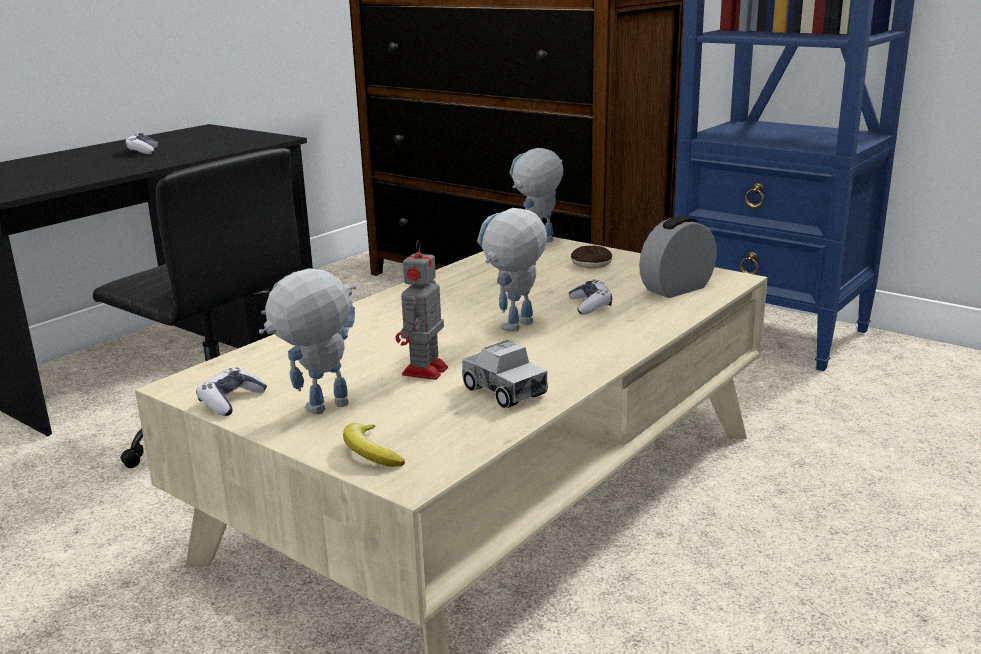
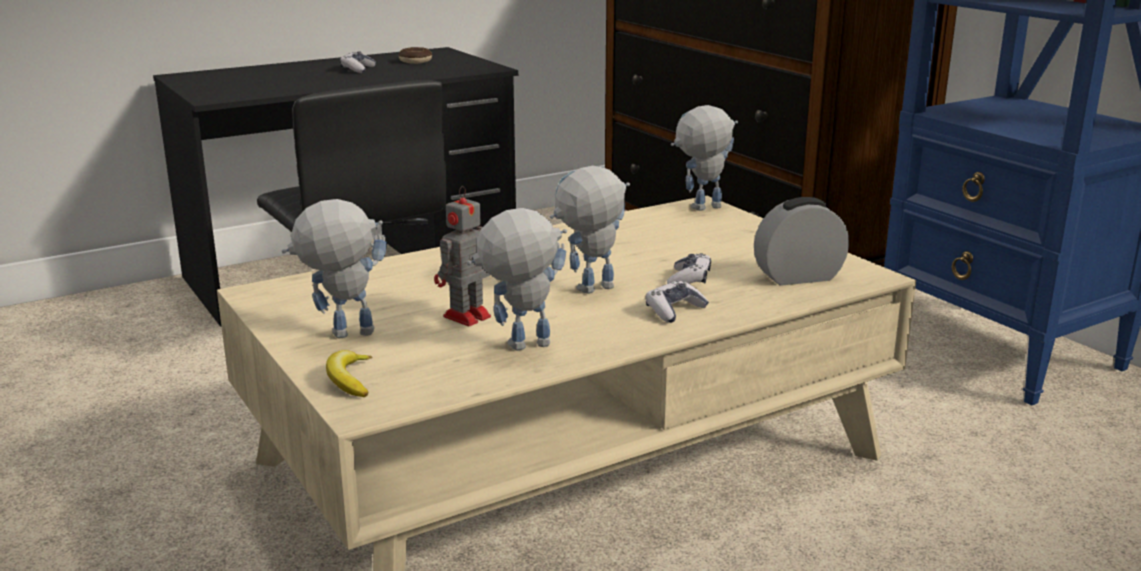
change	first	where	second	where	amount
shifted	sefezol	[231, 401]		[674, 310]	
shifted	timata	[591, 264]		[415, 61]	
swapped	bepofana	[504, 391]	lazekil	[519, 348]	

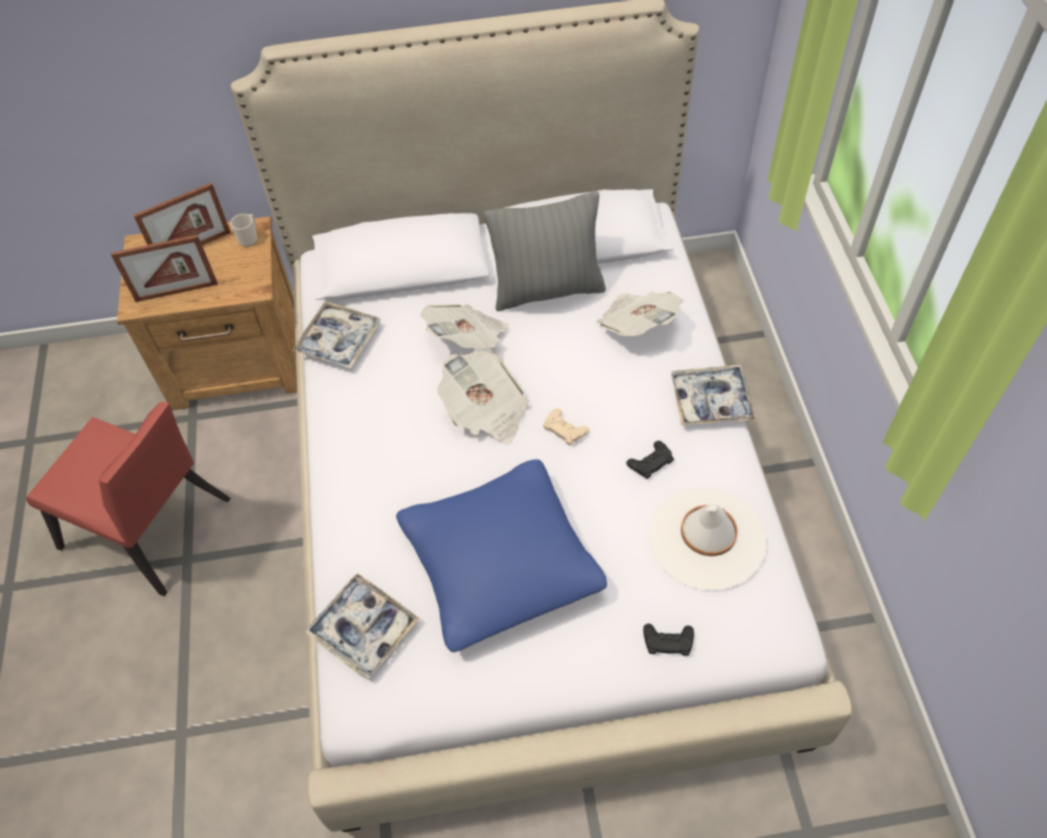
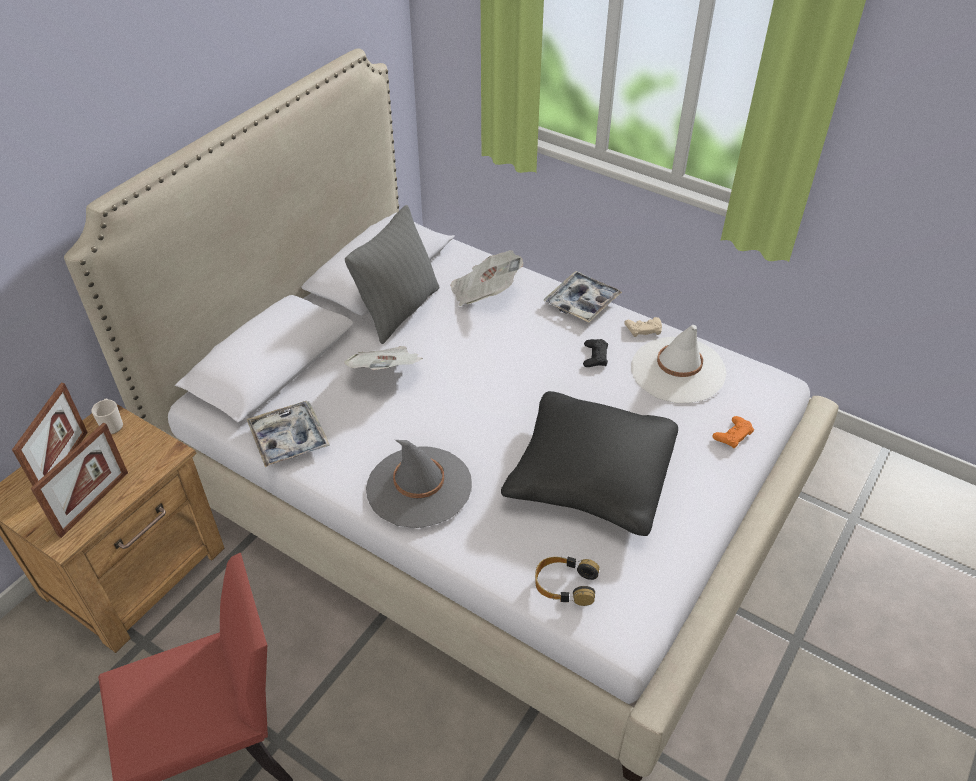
change	first	where	second	where	amount
gone	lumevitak	[486, 411]			
new			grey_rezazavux	[419, 487]	
shifted	beige_sefezol	[565, 429]		[643, 329]	
swapped	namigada	[363, 629]	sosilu	[565, 584]	
repainted	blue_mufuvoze	[500, 563]	black_mufuvoze	[590, 476]	
repainted	black_sefezol	[668, 641]	orange_sefezol	[733, 435]	

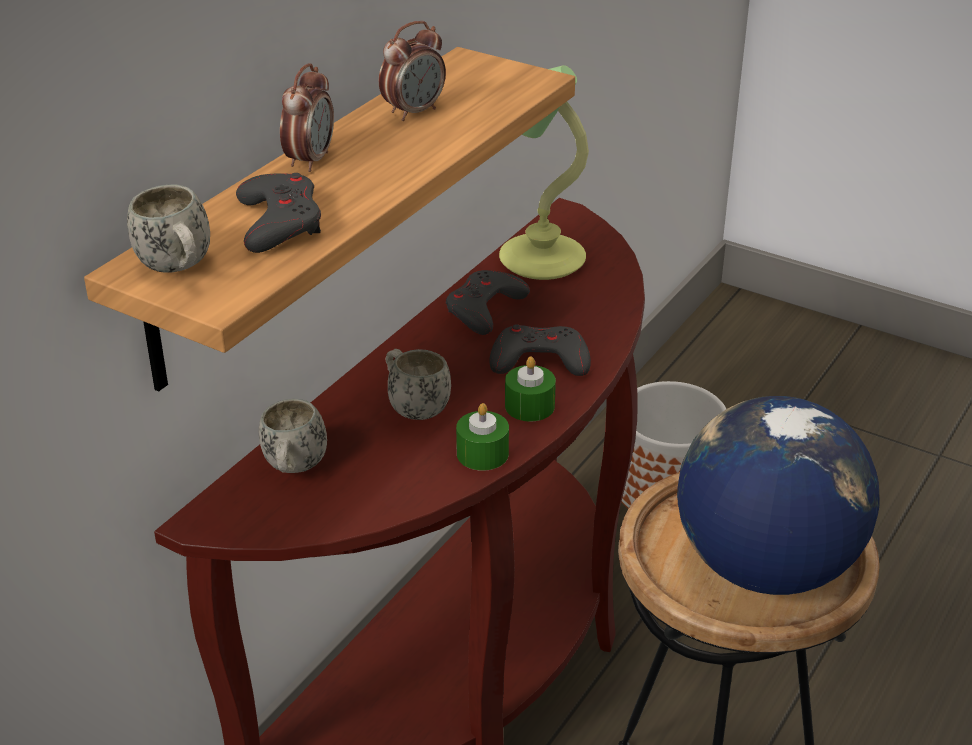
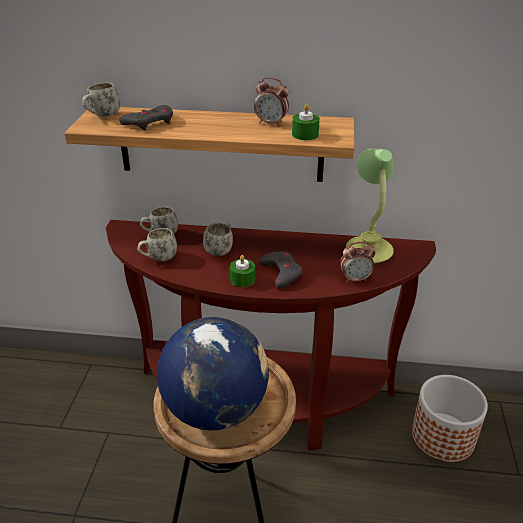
change	first	where	second	where	amount
gone	grey_sefezol	[484, 309]			
new			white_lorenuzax	[158, 259]	
shifted	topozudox	[310, 160]		[355, 279]	
shifted	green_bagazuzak	[482, 454]		[305, 134]	

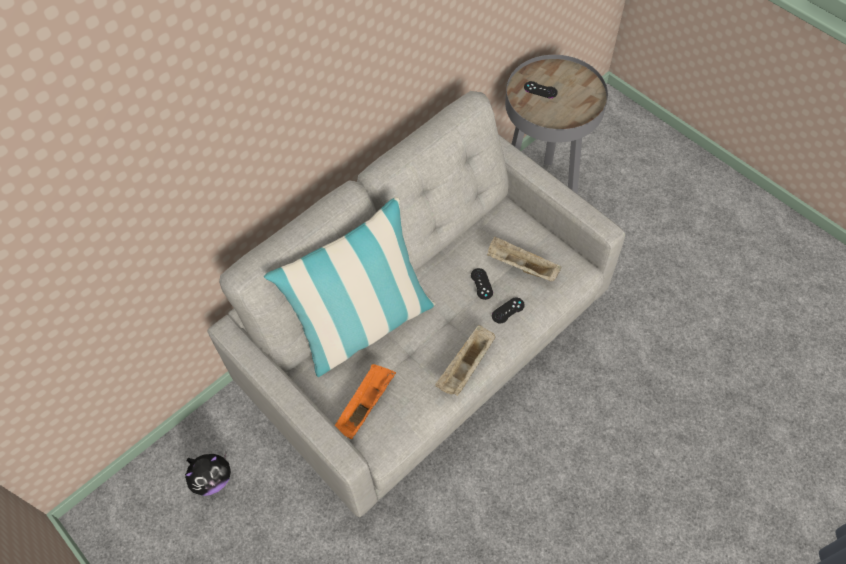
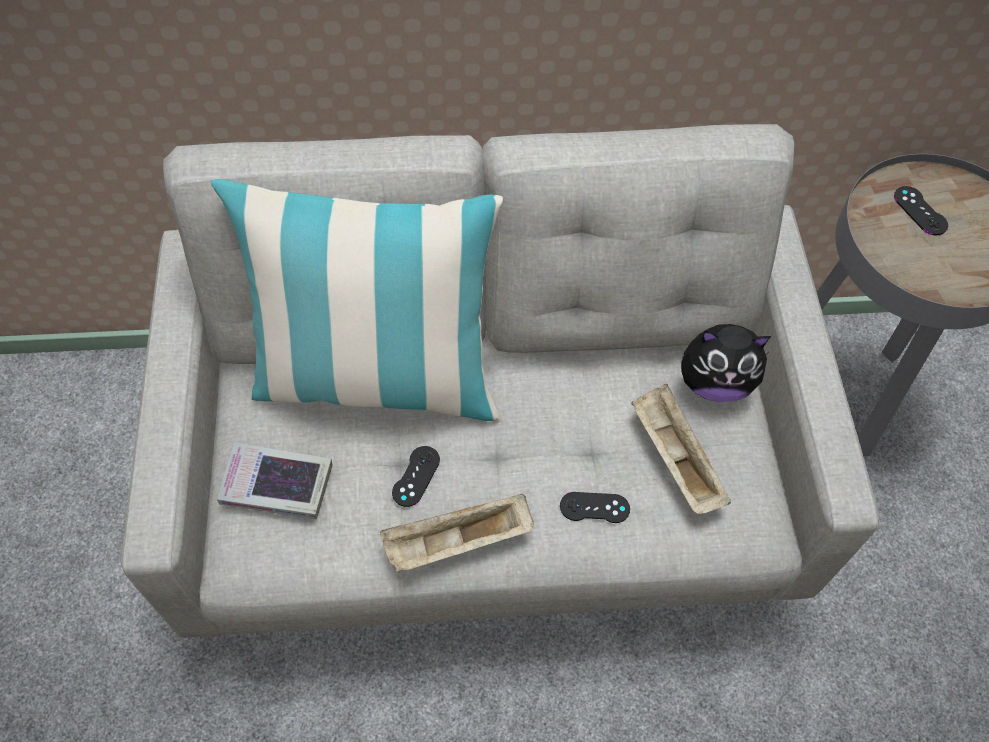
change	first	where	second	where	amount
shifted	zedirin	[212, 479]		[714, 382]	
shifted	black_sefezol	[481, 284]		[416, 476]	
swapped	orange_namigada	[366, 404]	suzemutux	[276, 485]	

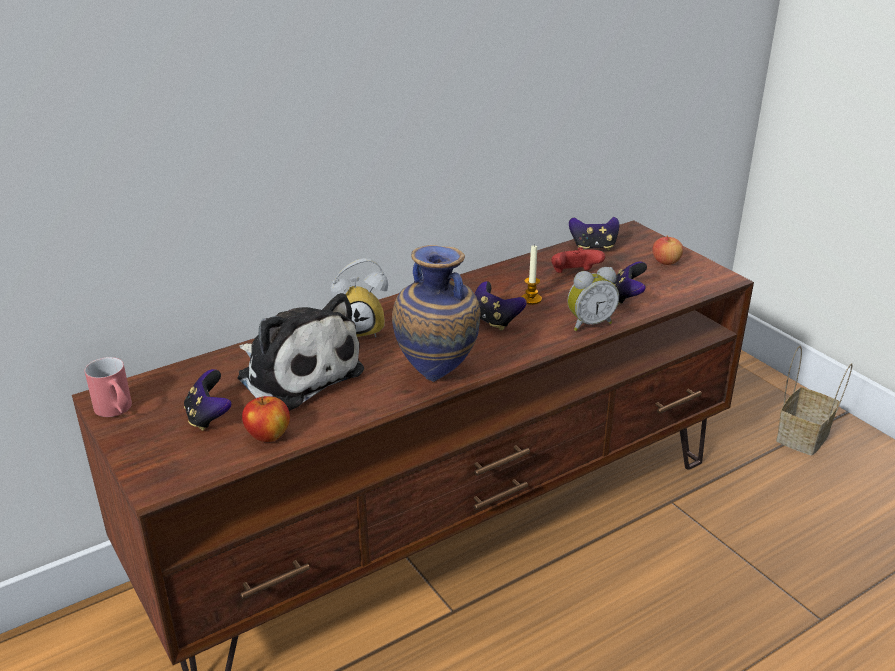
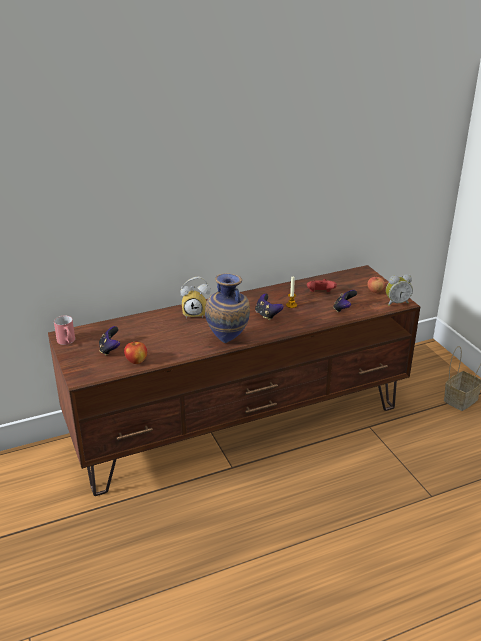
change	first	where	second	where	amount
gone	zedirin	[297, 373]			
gone	sefezol	[593, 247]			
shifted	topozudox	[589, 323]		[396, 303]	

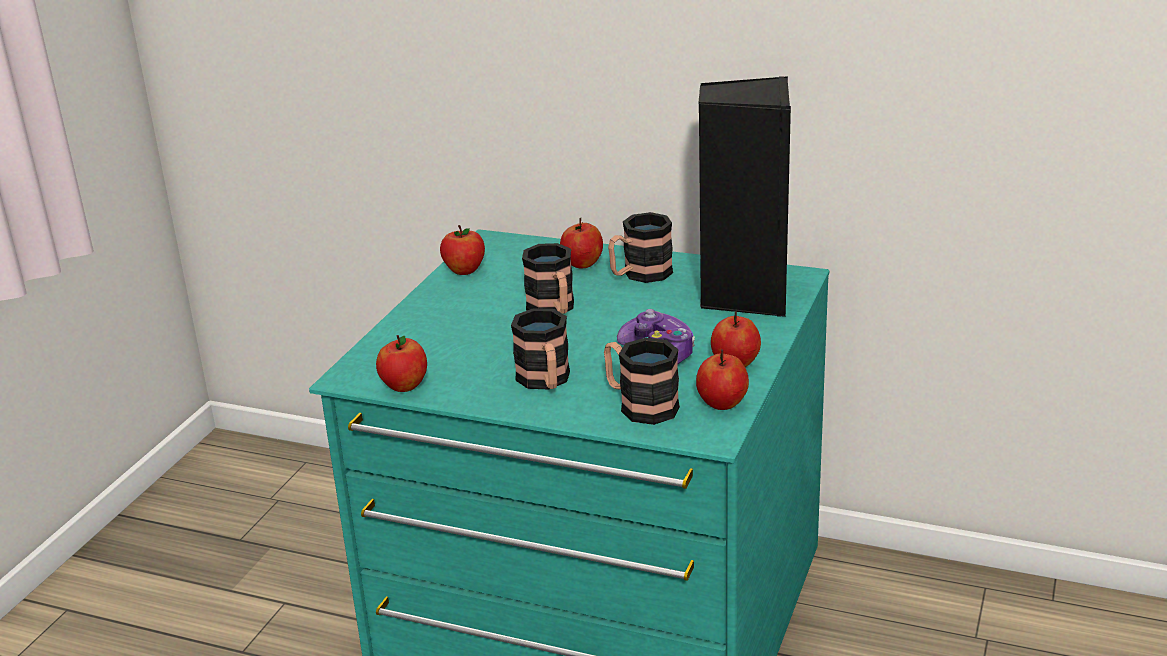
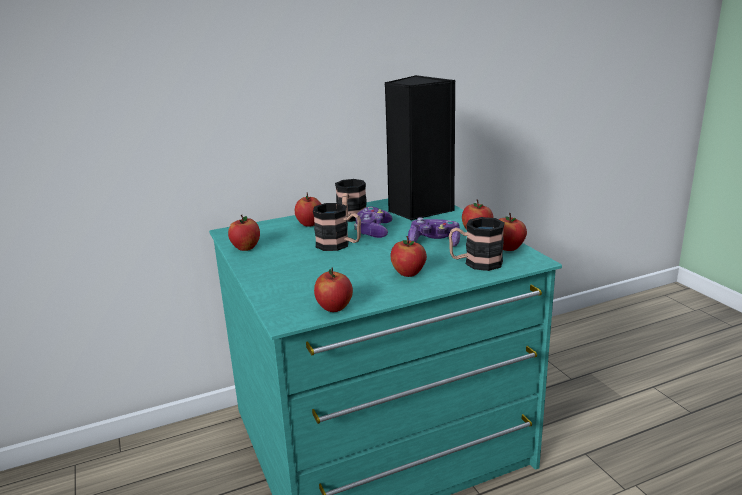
change	first	where	second	where	amount
new			sefezol	[373, 231]	
swapped	lorenuzax	[545, 382]	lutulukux	[408, 273]	

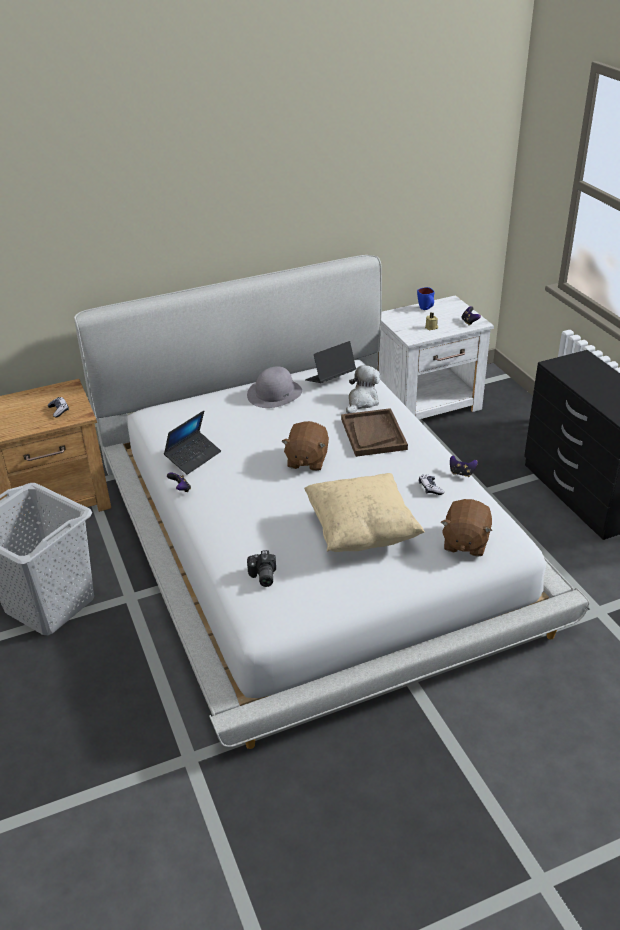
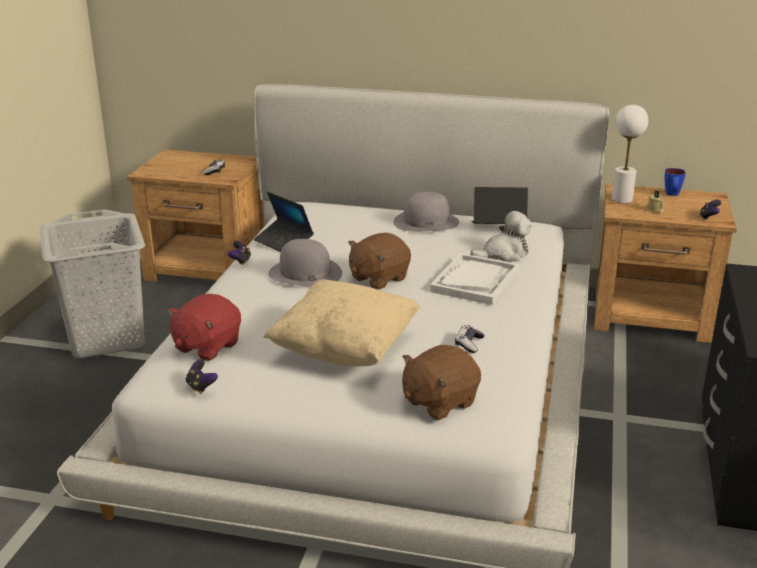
change	first	where	second	where	amount
new			grey_rezazavux	[305, 273]	
new			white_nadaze	[621, 199]	
shifted	sefezol	[461, 473]		[201, 387]	
swapped	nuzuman	[262, 576]	red_zedirin	[206, 346]	
repainted	brown_namigada	[373, 434]	white_namigada	[475, 281]	
repainted	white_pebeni	[428, 403]	brown_pebeni	[652, 316]	
rotated	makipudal	[193, 457]		[284, 242]	60 degrees clockwise

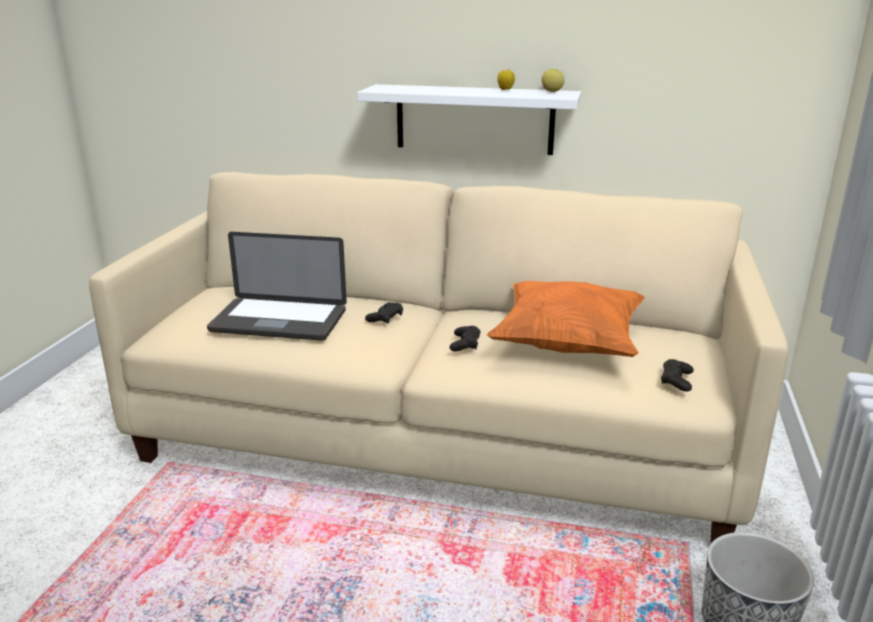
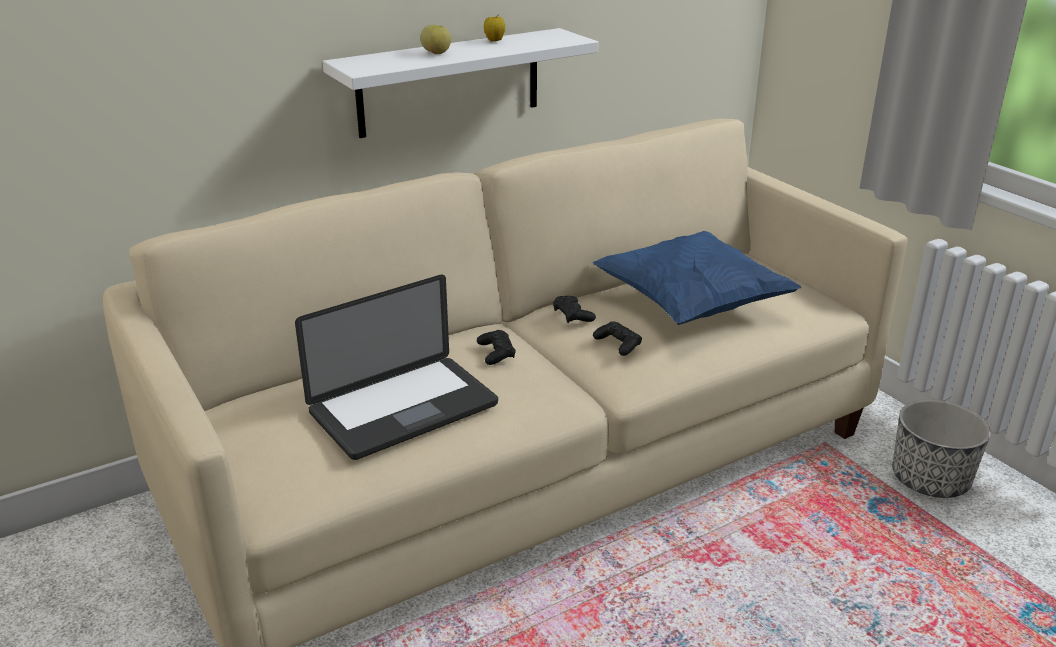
change	first	where	second	where	amount
shifted	lutulukux	[552, 91]		[436, 53]	
shifted	black_sefezol	[676, 380]		[573, 315]	
repainted	orange_mufuvoze	[567, 345]	blue_mufuvoze	[691, 305]	

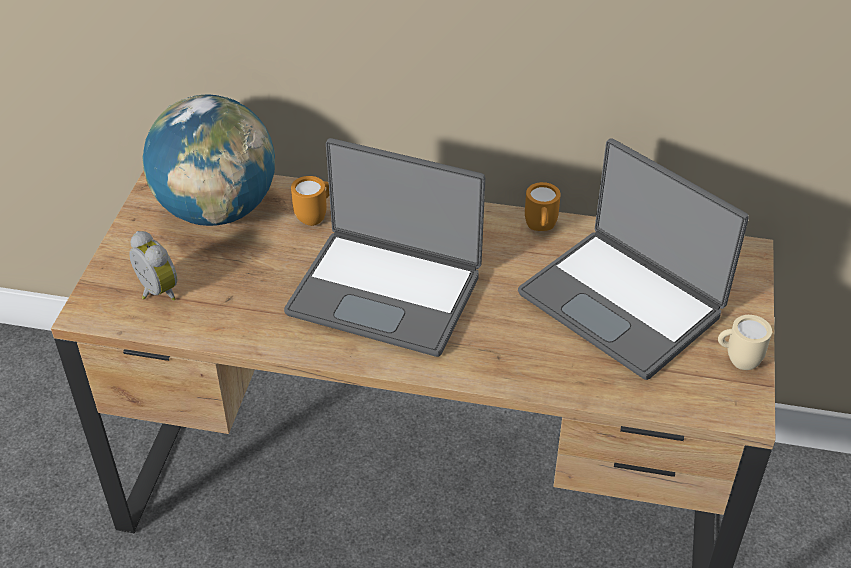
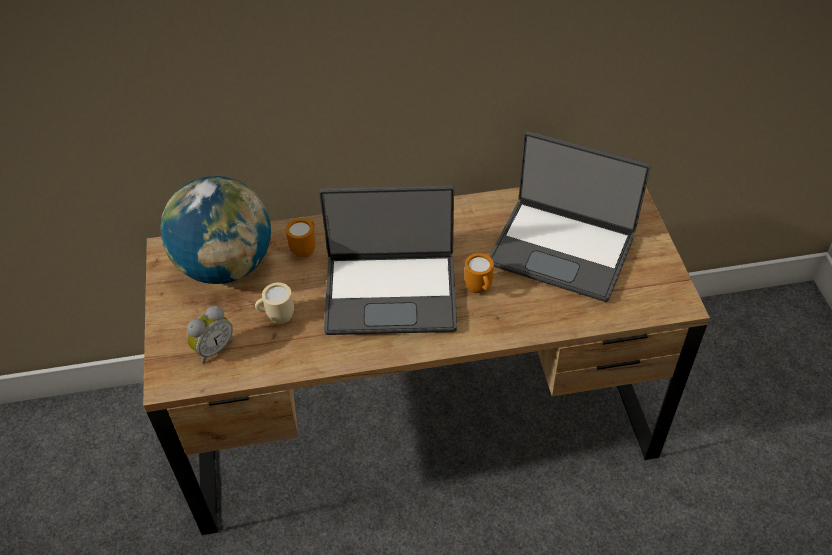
change	first	where	second	where	amount
shifted	orange_lorenuzax	[540, 229]		[479, 290]	
shifted	beige_lorenuzax	[737, 360]		[277, 317]	
rotated	topozudox	[155, 292]		[213, 348]	105 degrees clockwise

